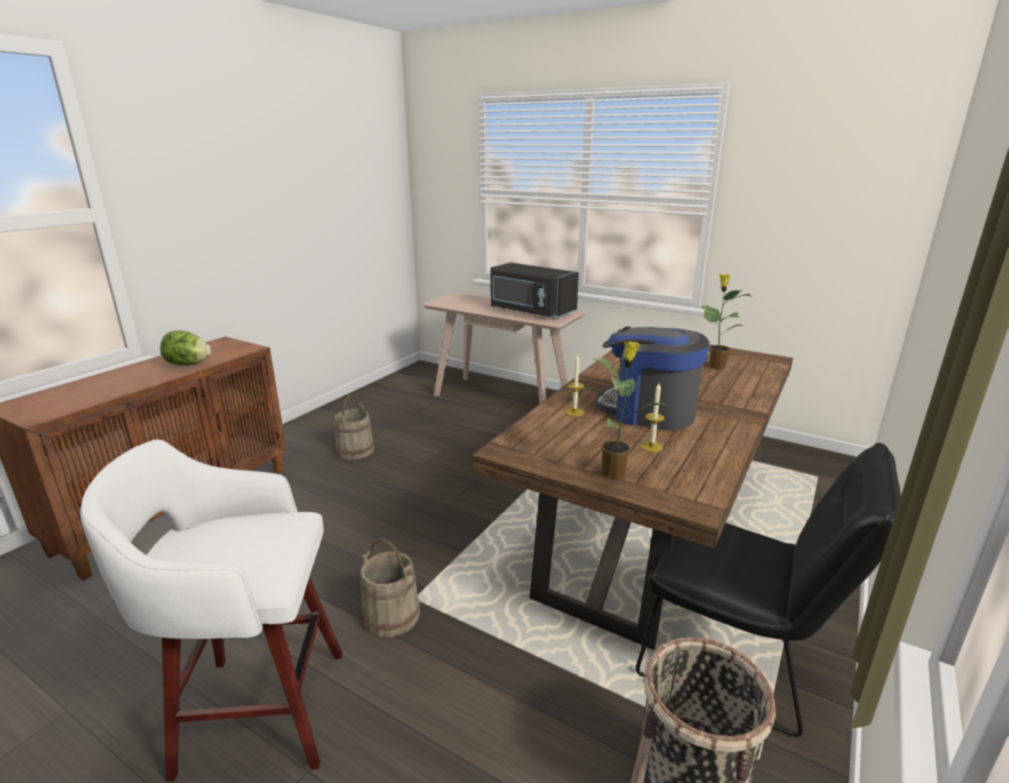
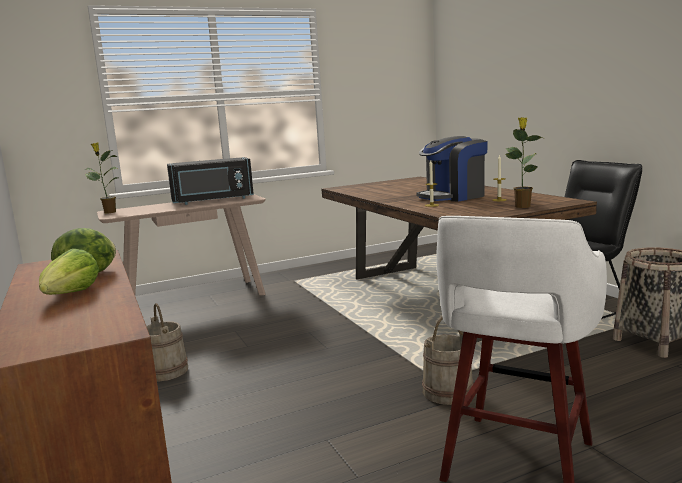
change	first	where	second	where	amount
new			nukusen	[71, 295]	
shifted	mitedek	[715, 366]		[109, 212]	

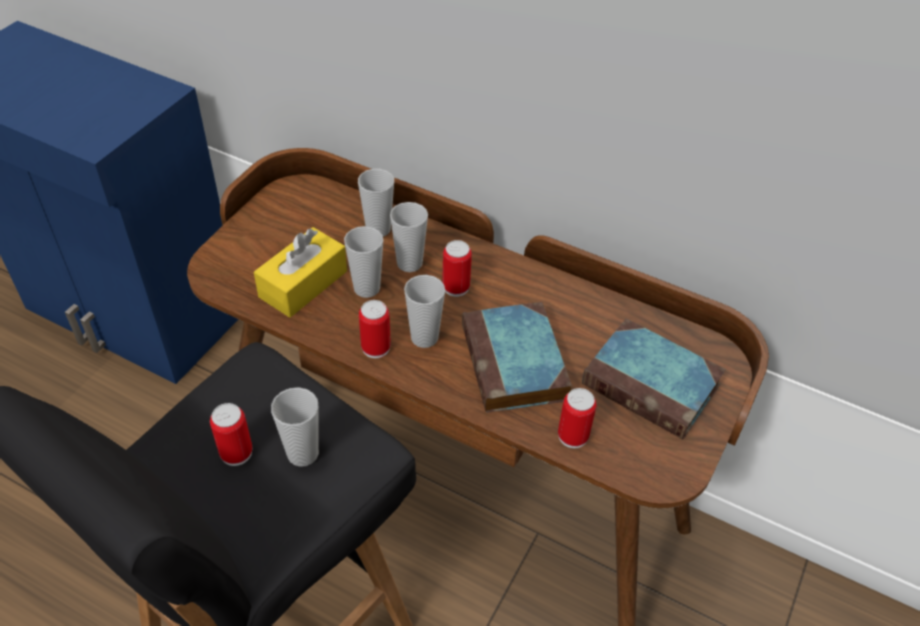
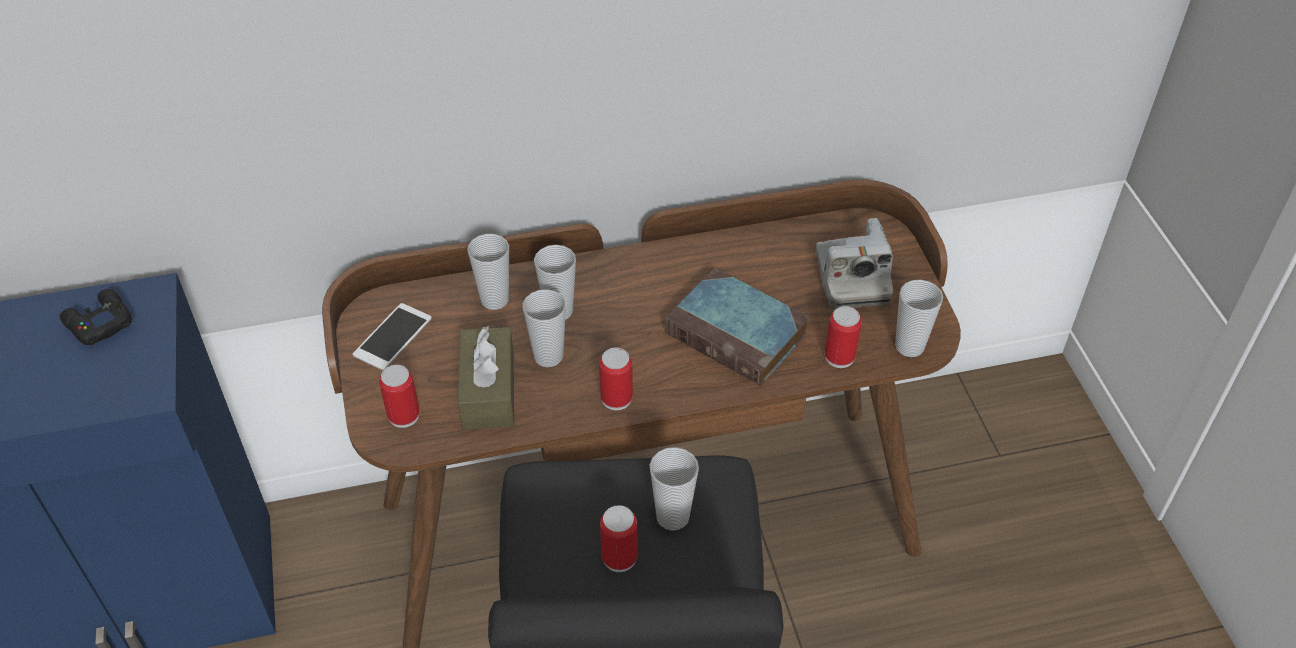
change	first	where	second	where	amount
new			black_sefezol	[98, 323]	
new			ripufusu	[392, 337]	
shifted	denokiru	[424, 337]		[909, 346]	
shifted	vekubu	[456, 287]		[404, 415]	
swapped	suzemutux	[654, 385]	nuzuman	[851, 279]	
repainted	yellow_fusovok	[303, 284]	brown_fusovok	[488, 391]	

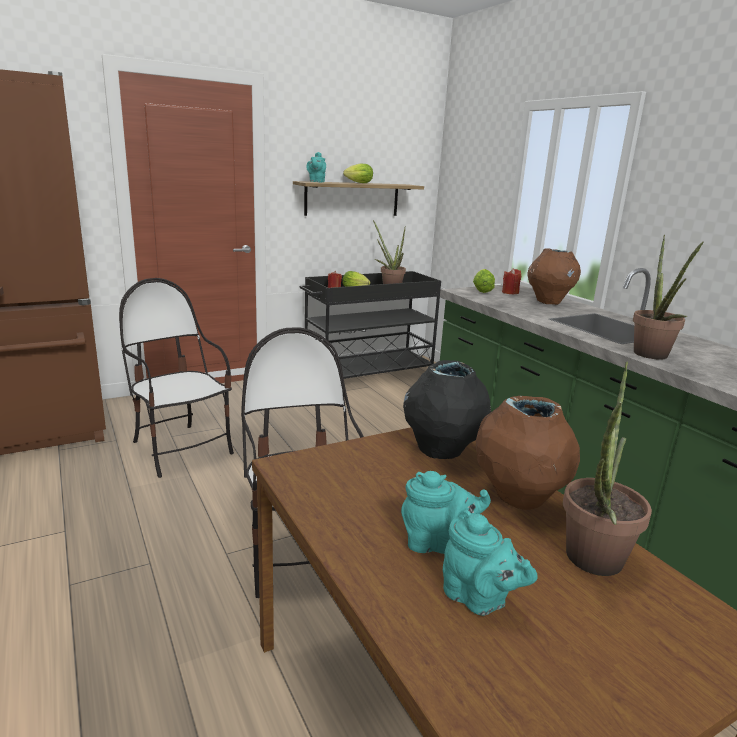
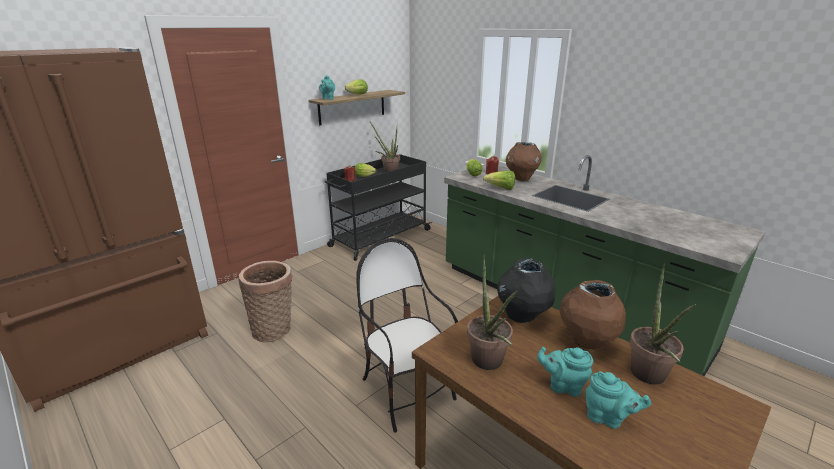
change	first	where	second	where	amount
new			nukusen	[501, 188]	
shifted	mitedek	[652, 356]		[489, 364]	
swapped	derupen	[181, 449]	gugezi	[274, 329]	
rotated	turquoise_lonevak	[437, 543]		[563, 386]	150 degrees counterclockwise

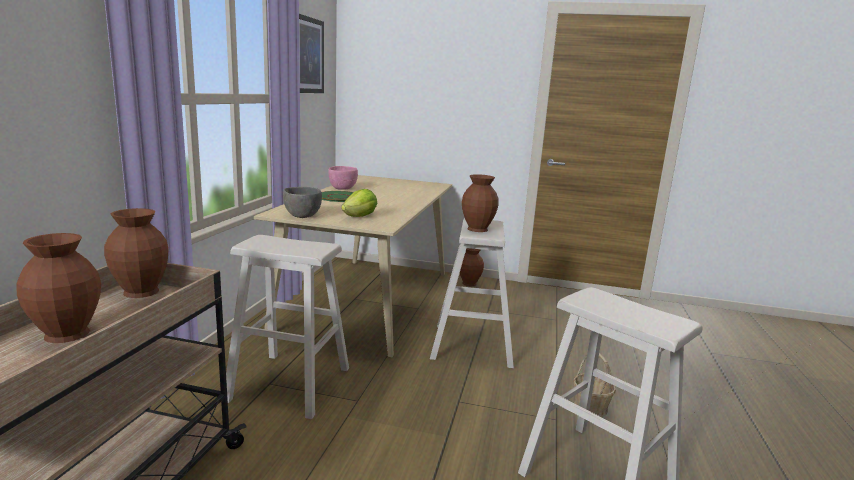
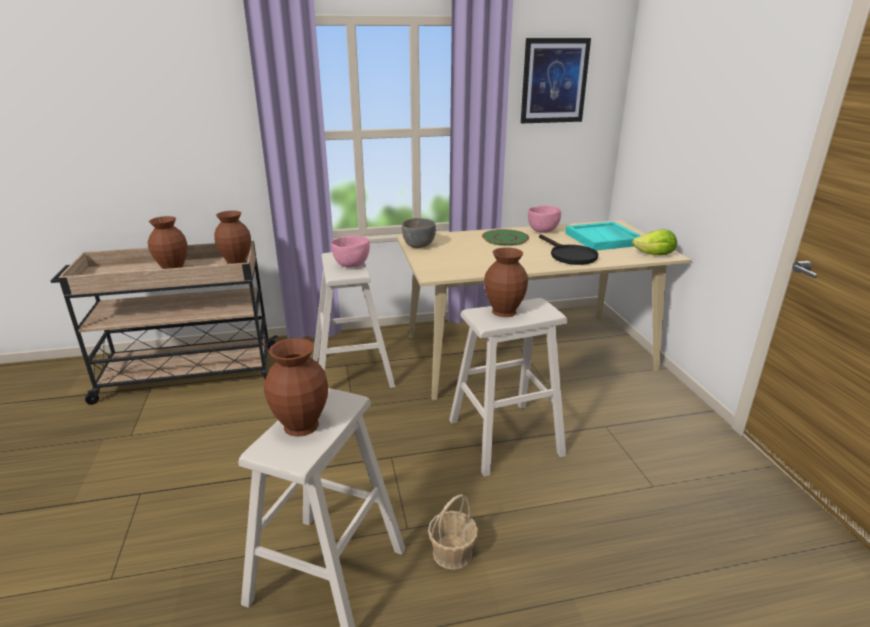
change	first	where	second	where	amount
new			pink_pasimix	[352, 265]	
new			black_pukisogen	[569, 255]	
new			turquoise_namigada	[604, 239]	
shifted	nukusen	[360, 217]		[654, 255]	
shifted	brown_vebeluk	[469, 283]		[302, 425]	

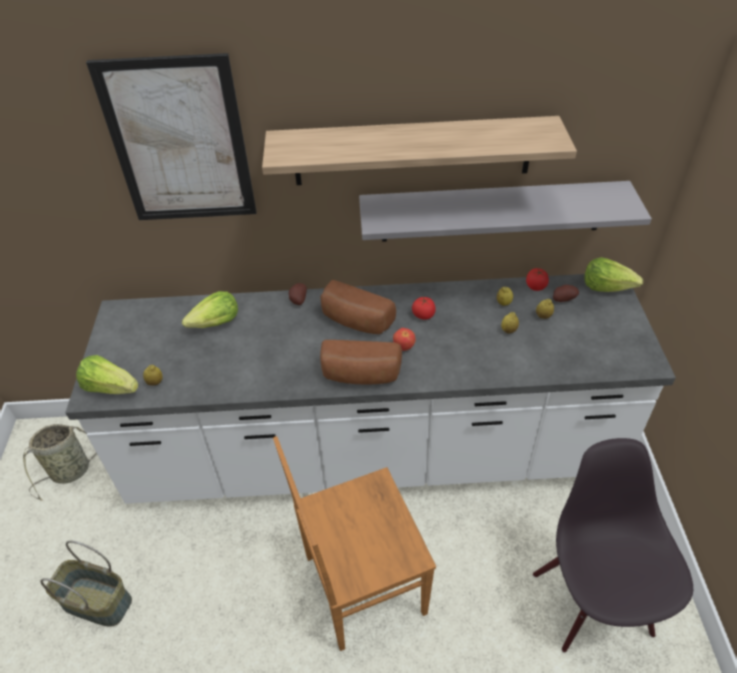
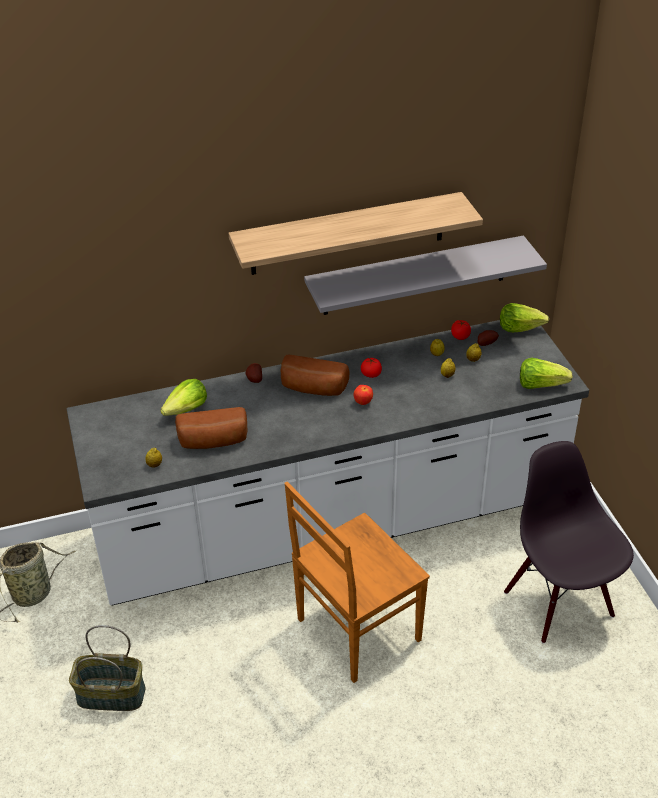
change	first	where	second	where	amount
gone	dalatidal	[179, 143]			
shifted	nukusen	[110, 387]		[540, 384]	
shifted	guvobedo	[360, 376]		[213, 442]	

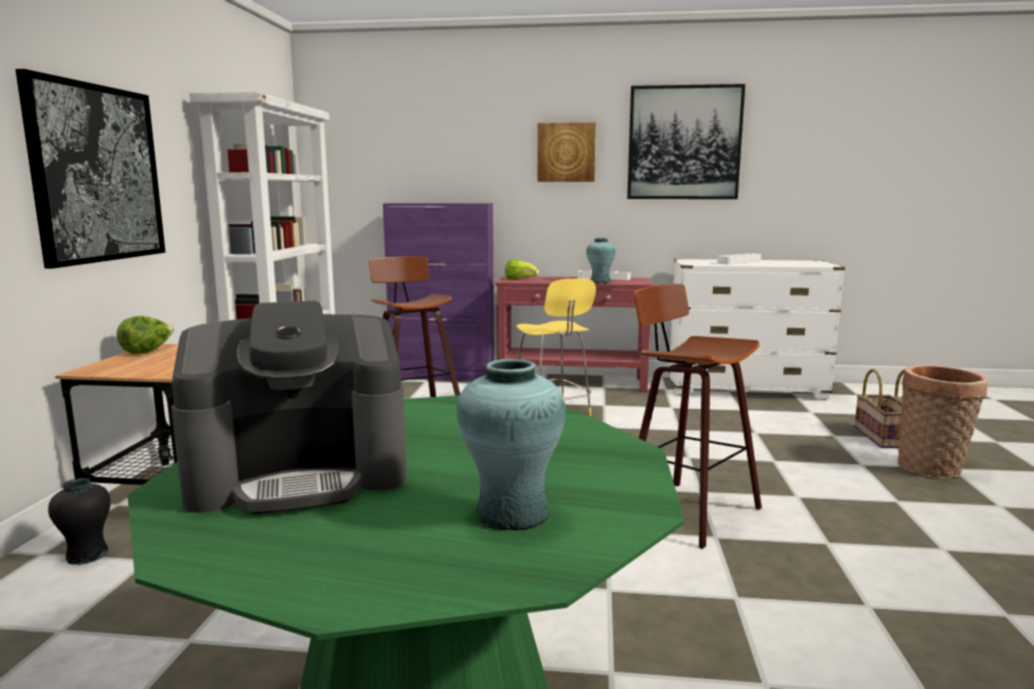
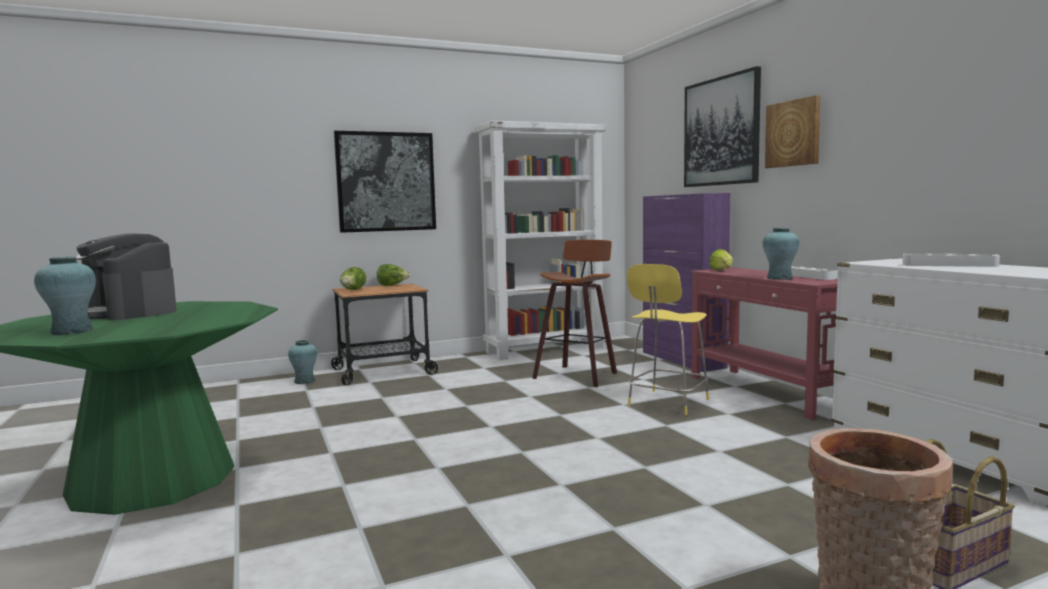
change	first	where	second	where	amount
gone	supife	[686, 510]			
new			nukusen	[353, 290]	
shifted	dalatidal	[684, 143]		[721, 131]	
repainted	black_vebeluk	[87, 555]	turquoise_vebeluk	[304, 381]	

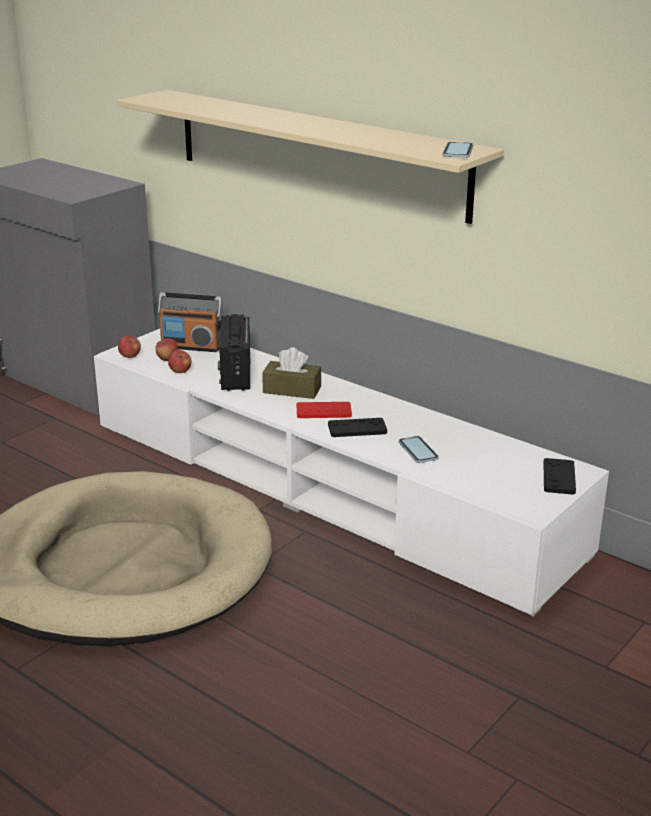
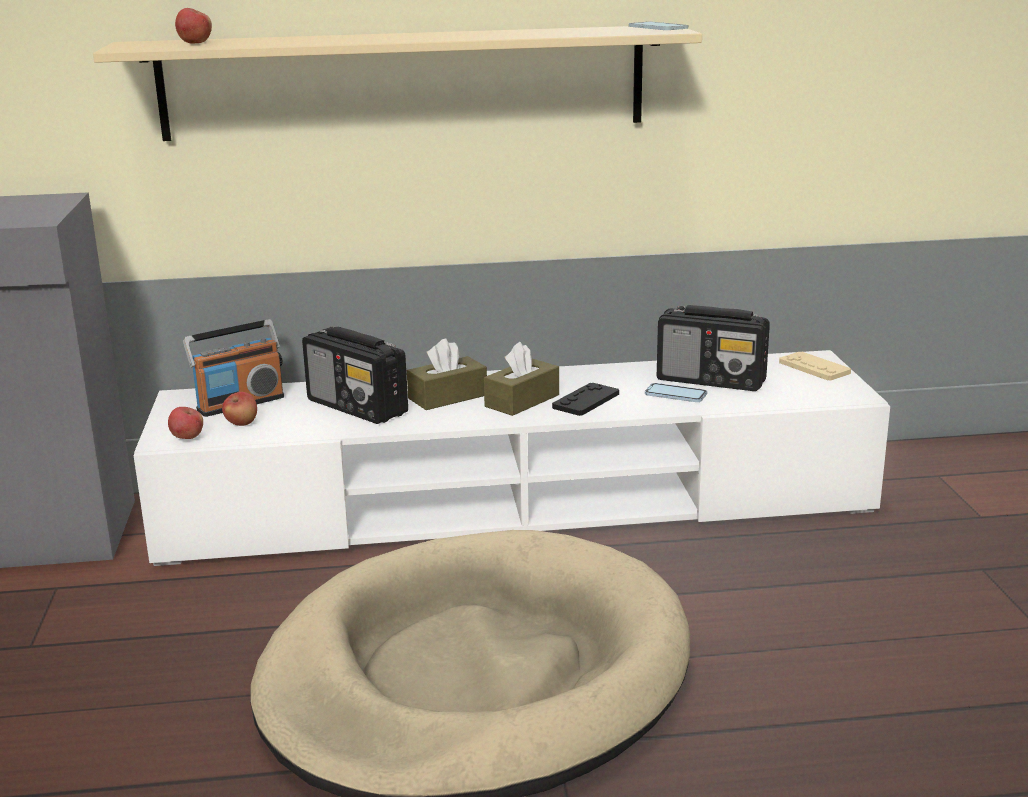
change	first	where	second	where	amount
new			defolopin	[712, 380]	
shifted	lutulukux	[180, 372]		[195, 43]	
swapped	red_sefezol	[323, 411]	brown_fusovok	[522, 401]	
repainted	black_sefezol	[559, 477]	beige_sefezol	[814, 368]	

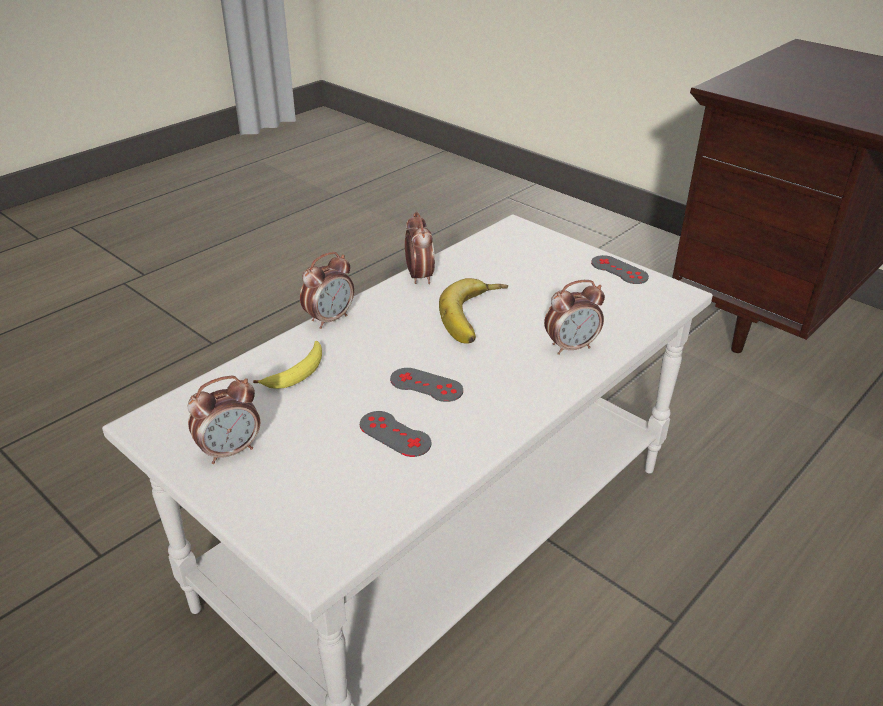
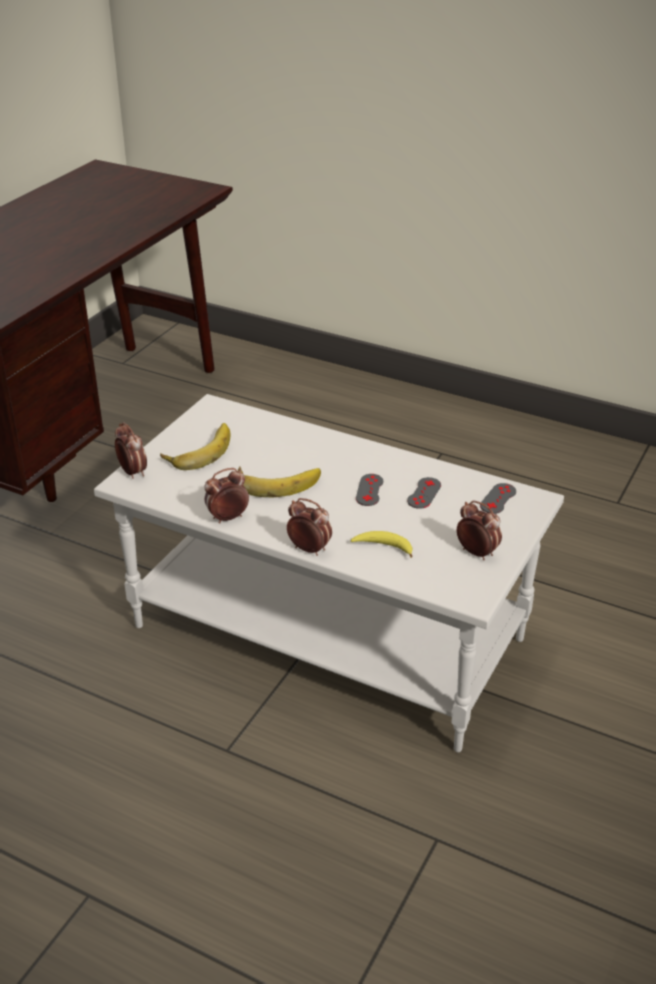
change	first	where	second	where	amount
new			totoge	[199, 450]	
shifted	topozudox	[571, 347]		[132, 472]	
shifted	grey_sefezol	[619, 270]		[498, 499]	

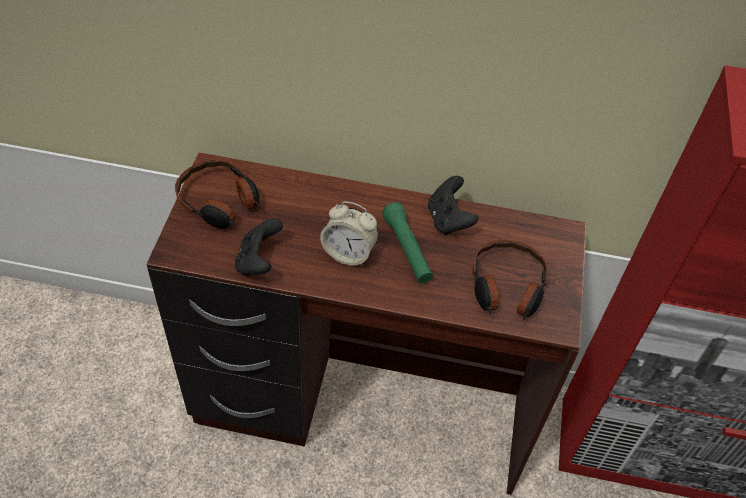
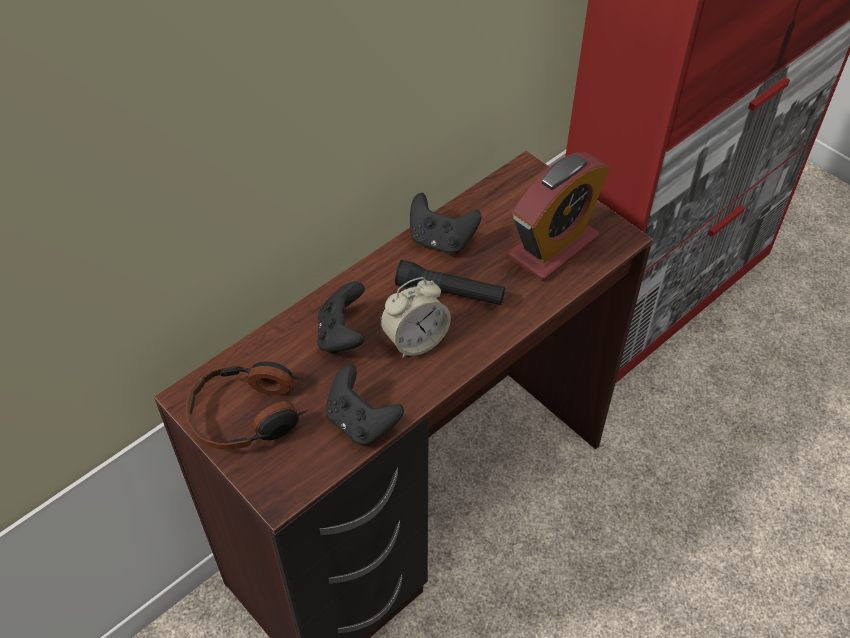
change	first	where	second	where	amount
new			black_sefezol	[342, 335]	
swapped	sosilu	[506, 288]	topozudox	[553, 247]	
repainted	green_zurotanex	[407, 249]	black_zurotanex	[450, 292]	

